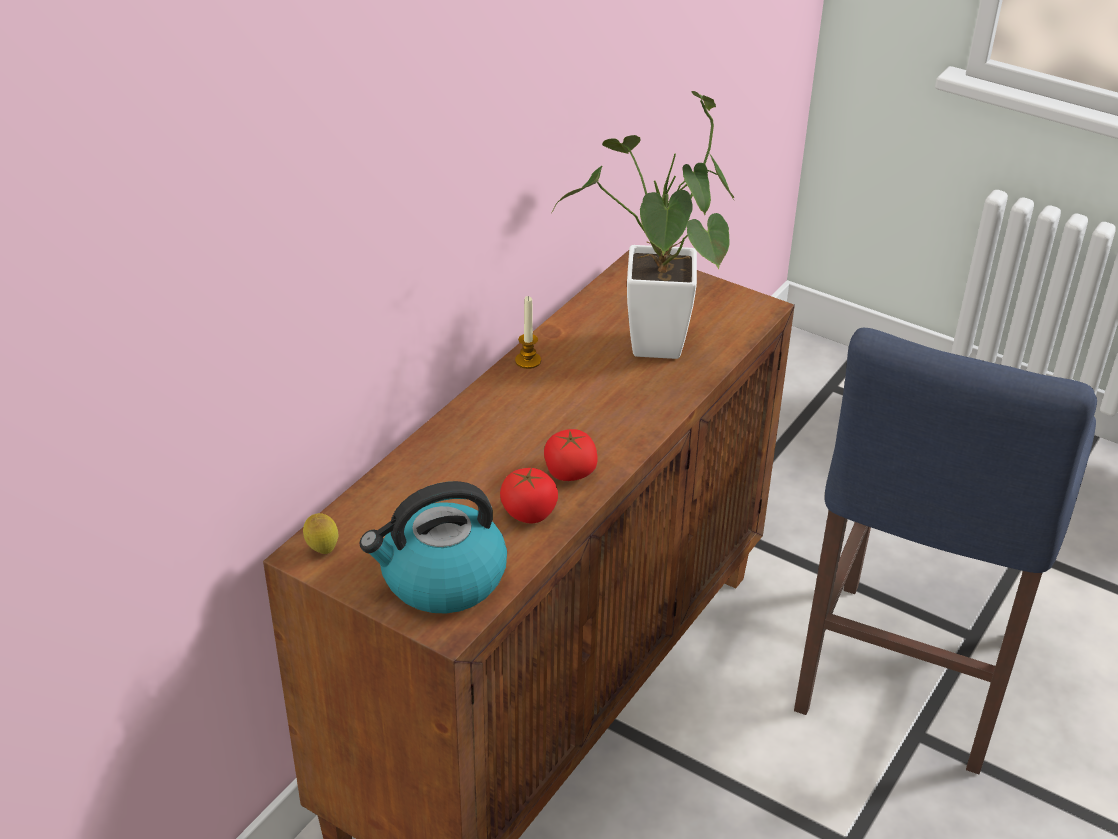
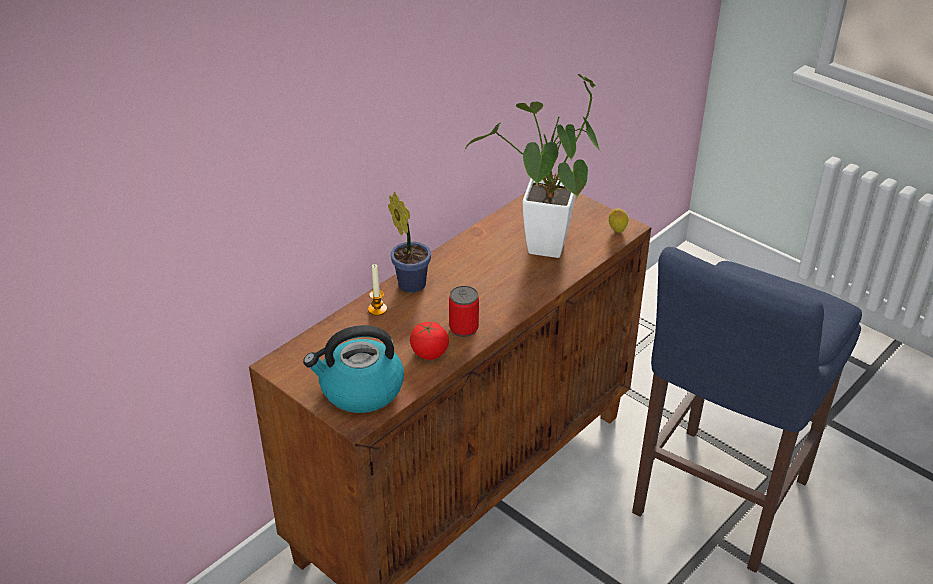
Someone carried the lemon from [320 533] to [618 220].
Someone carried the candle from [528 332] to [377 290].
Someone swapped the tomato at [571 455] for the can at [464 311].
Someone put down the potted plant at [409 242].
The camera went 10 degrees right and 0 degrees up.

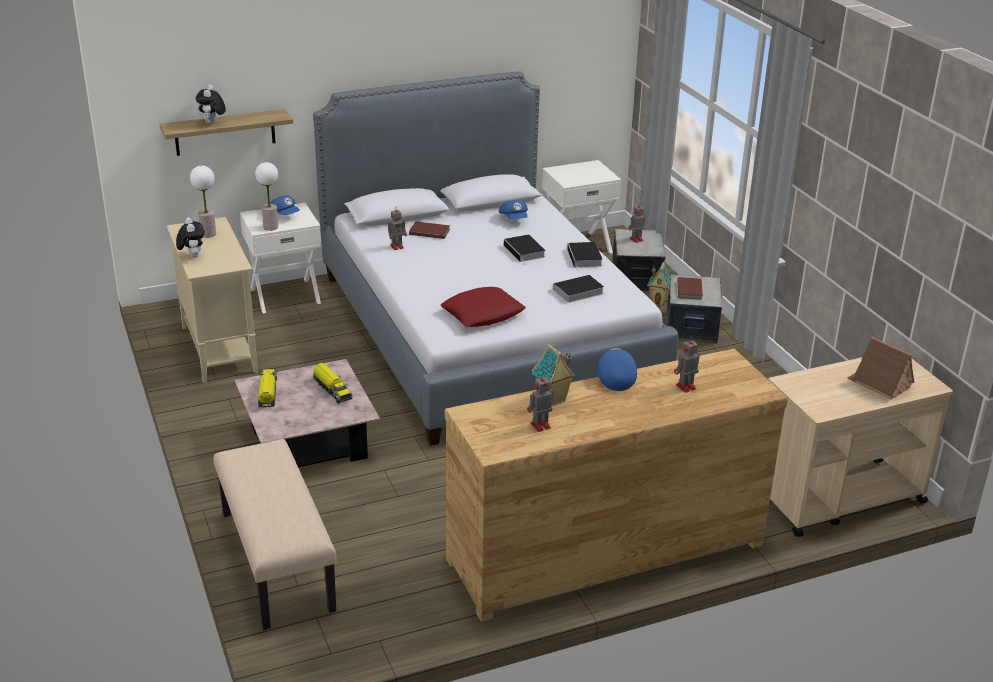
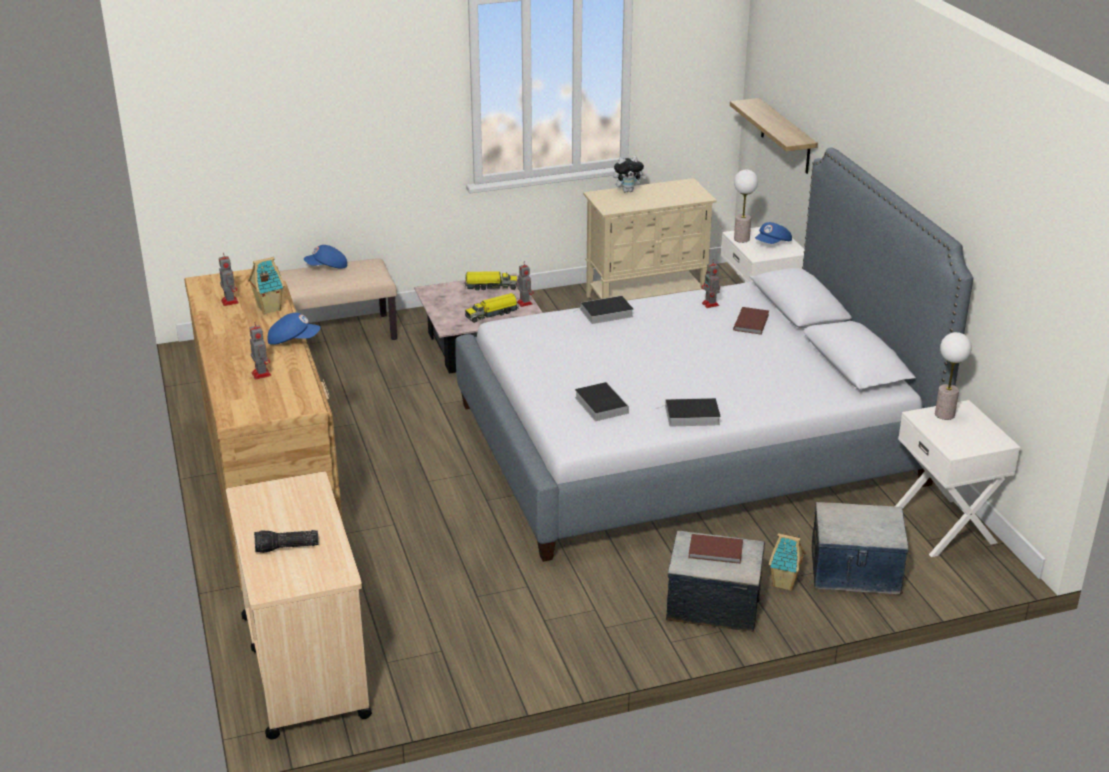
Someone carried the table lamp from [203 202] to [953 376].
Someone took away the plush toy at [211 104].
Someone took away the red pillow at [483 307].
Someone carried the blue cap from [513 209] to [325 257].
Someone carried the book from [525 249] to [603 310].
Someone carried the toy robot from [637 223] to [525 284].
Someone swapped the toy house at [881 368] for the flashlight at [286 541].
The camera went 95 degrees right and 0 degrees up.

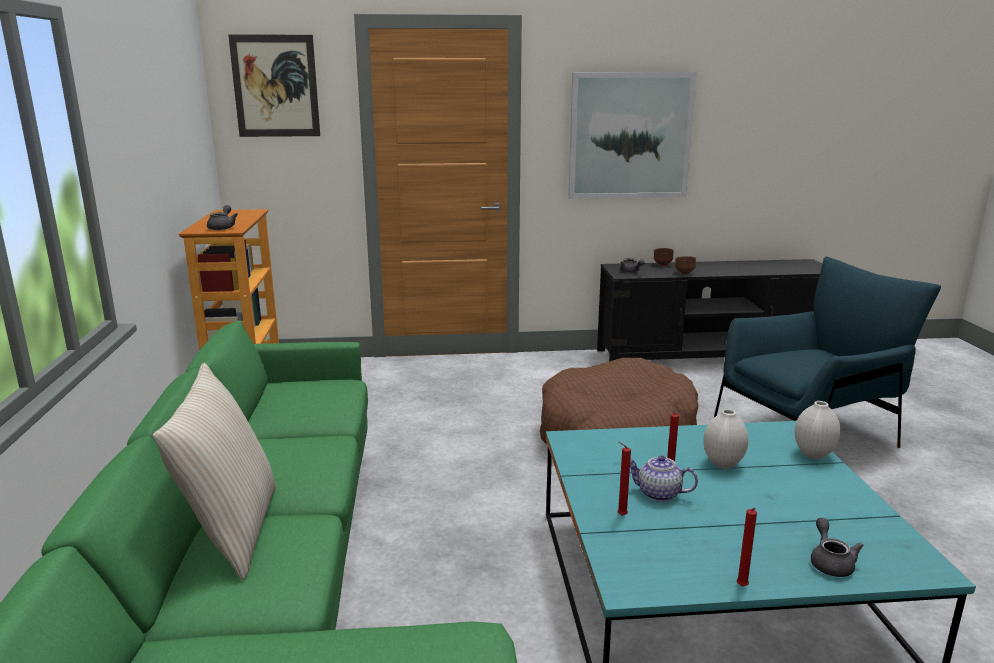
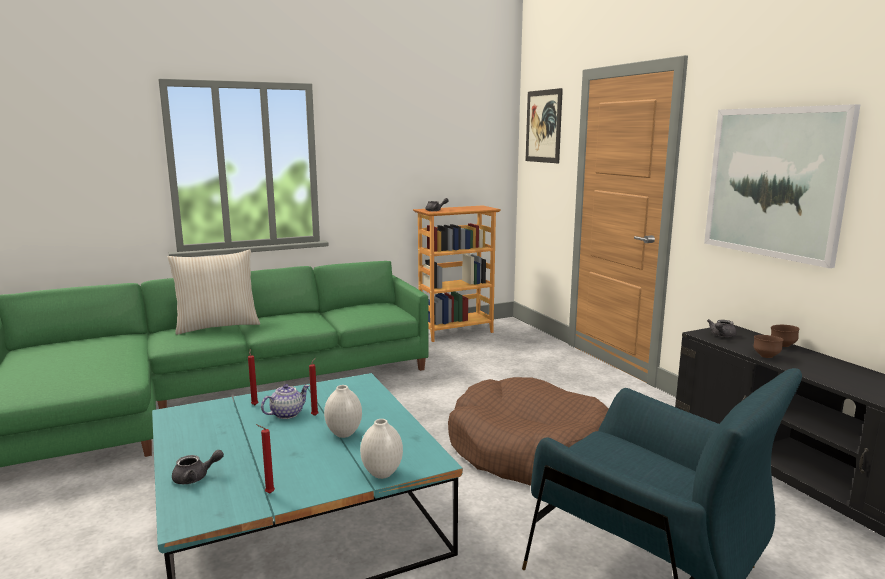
Someone rotated the teapot at [664 478] by 45 degrees clockwise.
Someone carried the red candle from [747 547] to [265 458].
The camera went 70 degrees right and 5 degrees down.

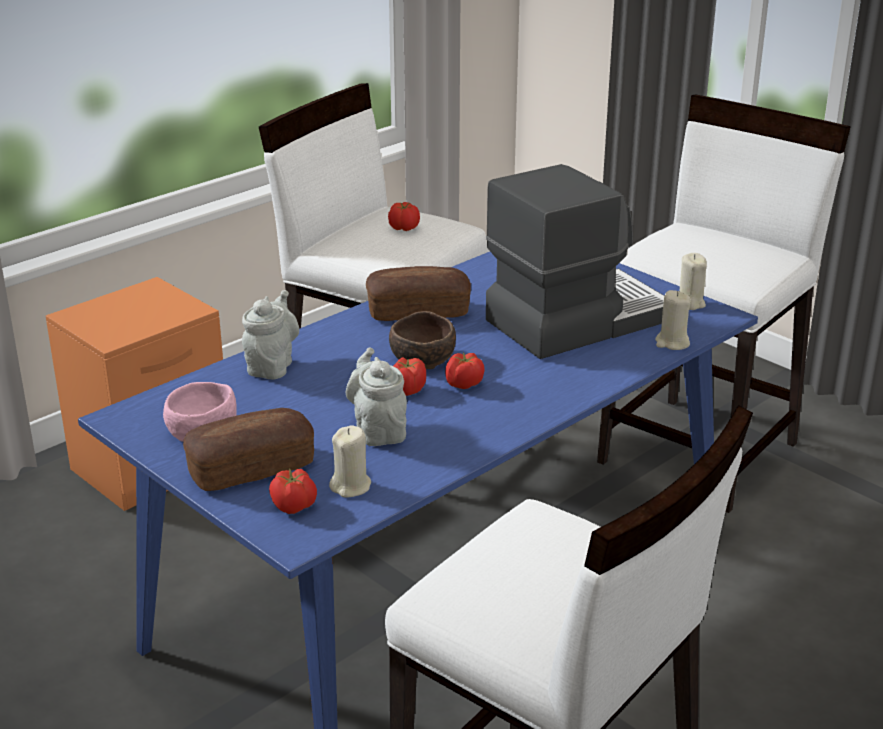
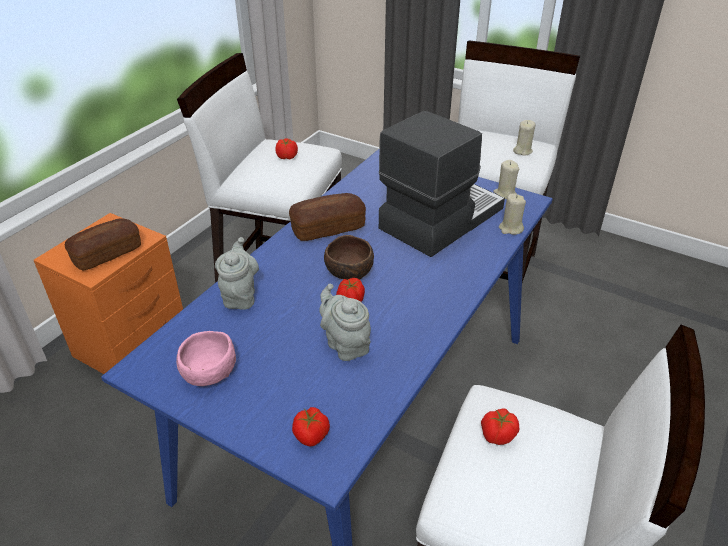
Someone carried the bread from [248 449] to [103 244].
Someone carried the beige candle from [350 461] to [524 138].
Someone carried the tomato from [465 371] to [500 427].
The camera went 15 degrees left and 10 degrees up.

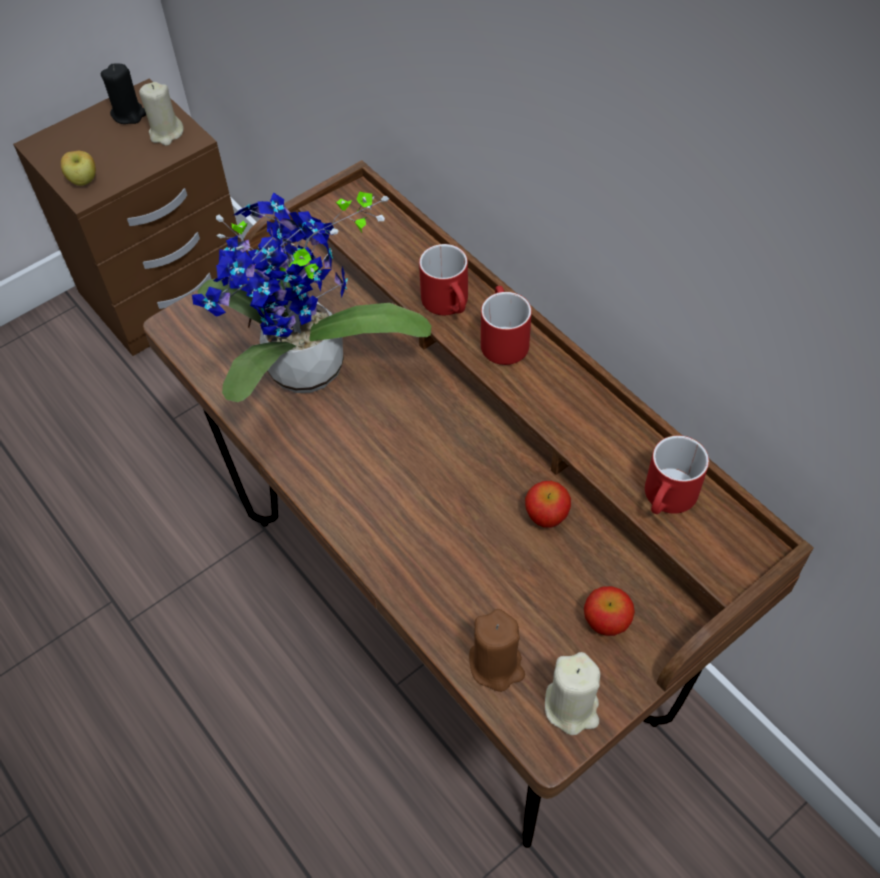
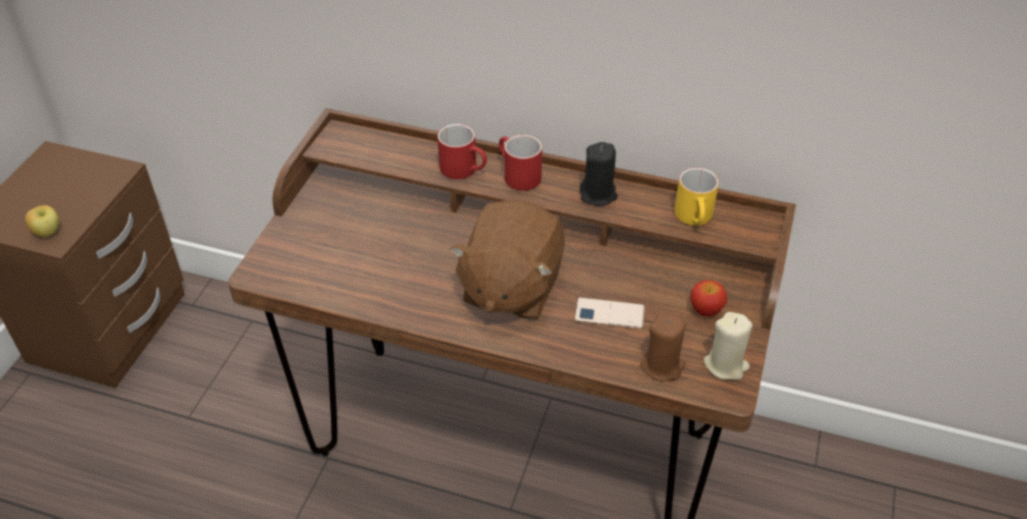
Someone carried the black candle from [123 94] to [599 174].
Someone took away the beige candle at [161 114].
Someone took away the potted plant at [311 296].
Someone took away the apple at [548 504].
Someone repainted the red mug at [677 474], which became the yellow mug at [696 197].
Someone put down the brown plush toy at [507 260].
Someone put down the phone at [609 313].
The camera went 35 degrees left and 10 degrees down.

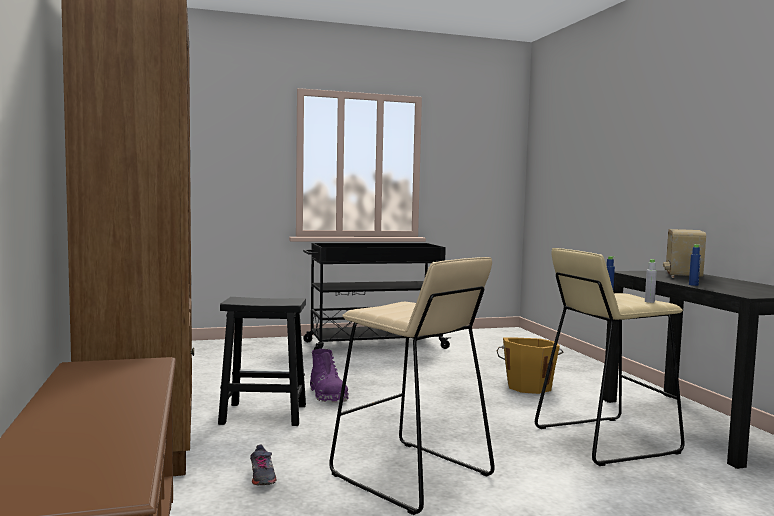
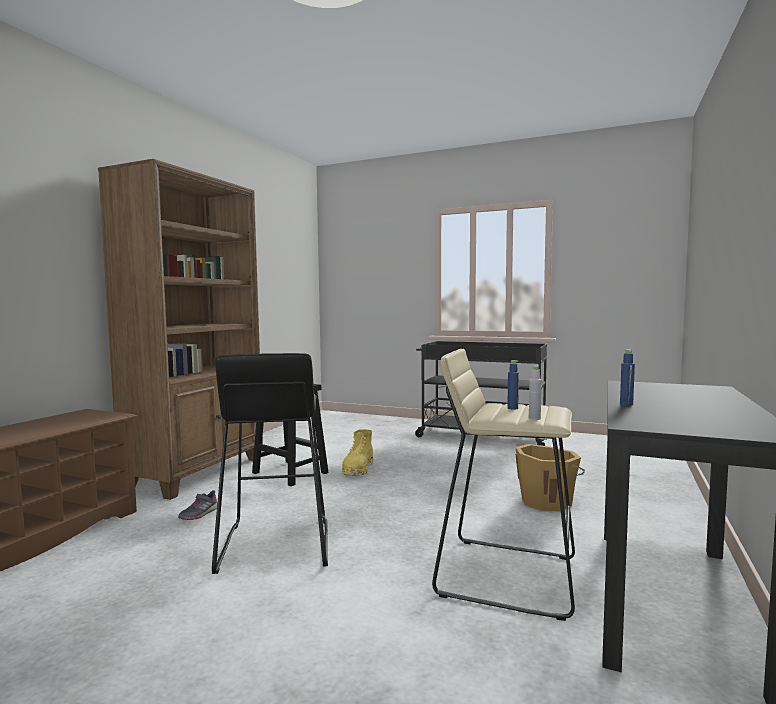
Someone repainted the purple boot at [329 376], which became the yellow boot at [357 452].
Someone repainted the beige stool at [412 386], which became the black stool at [270 463].
Someone took away the radio at [684 253].
The camera went 40 degrees right and 0 degrees up.

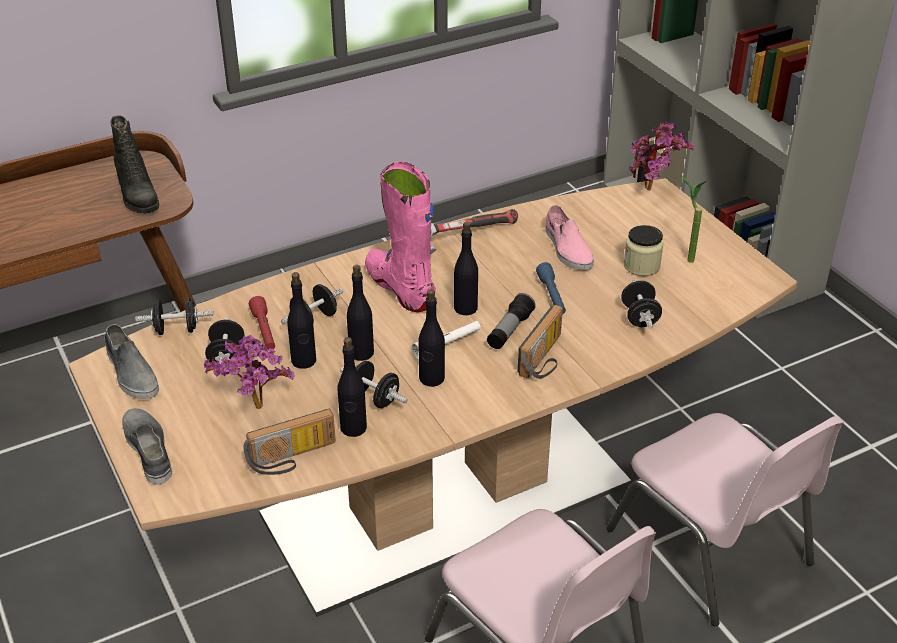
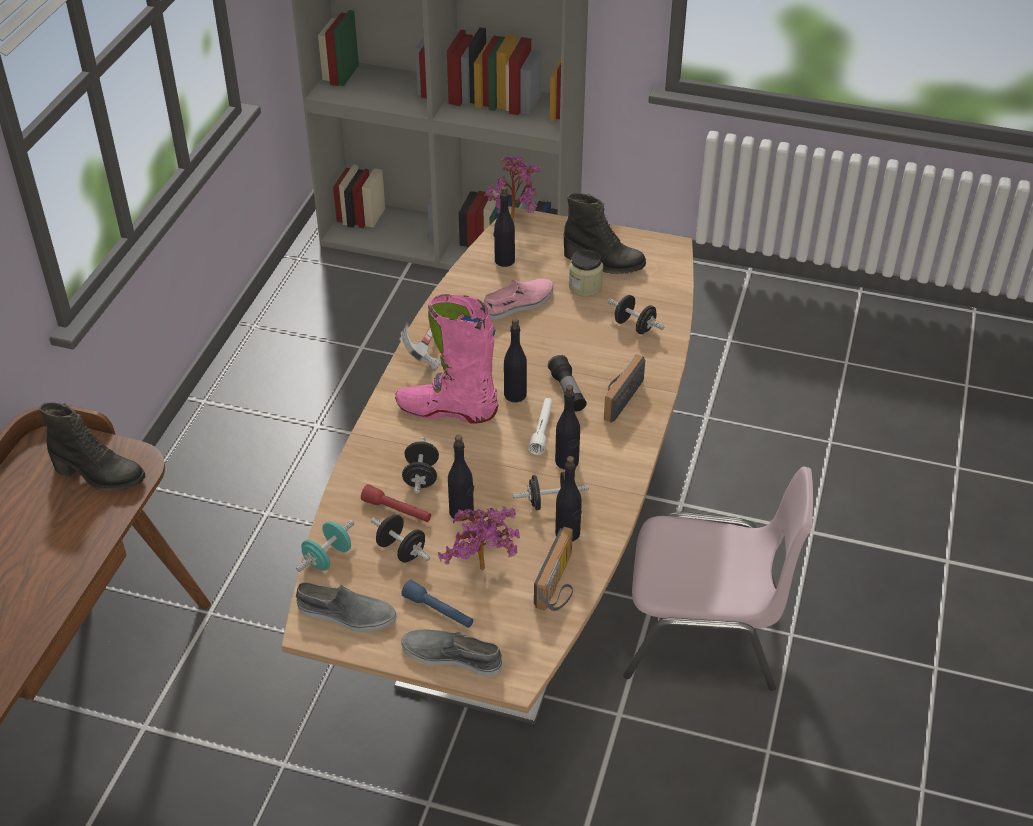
Someone repainted the black dumbbell at [174 316], which became the turquoise dumbbell at [325 546].
Someone carried the black bottle from [360 313] to [504 227].
Someone rotated the radio at [540 342] by 135 degrees counterclockwise.
Someone carried the blue flashlight from [551 288] to [437 604].
Someone rotated the pink shoe at [570 238] by 60 degrees counterclockwise.
Someone took away the pink chair at [725 519].
Someone swapped the potted plant at [693 219] for the black boot at [604 233].
The camera went 45 degrees left and 5 degrees up.

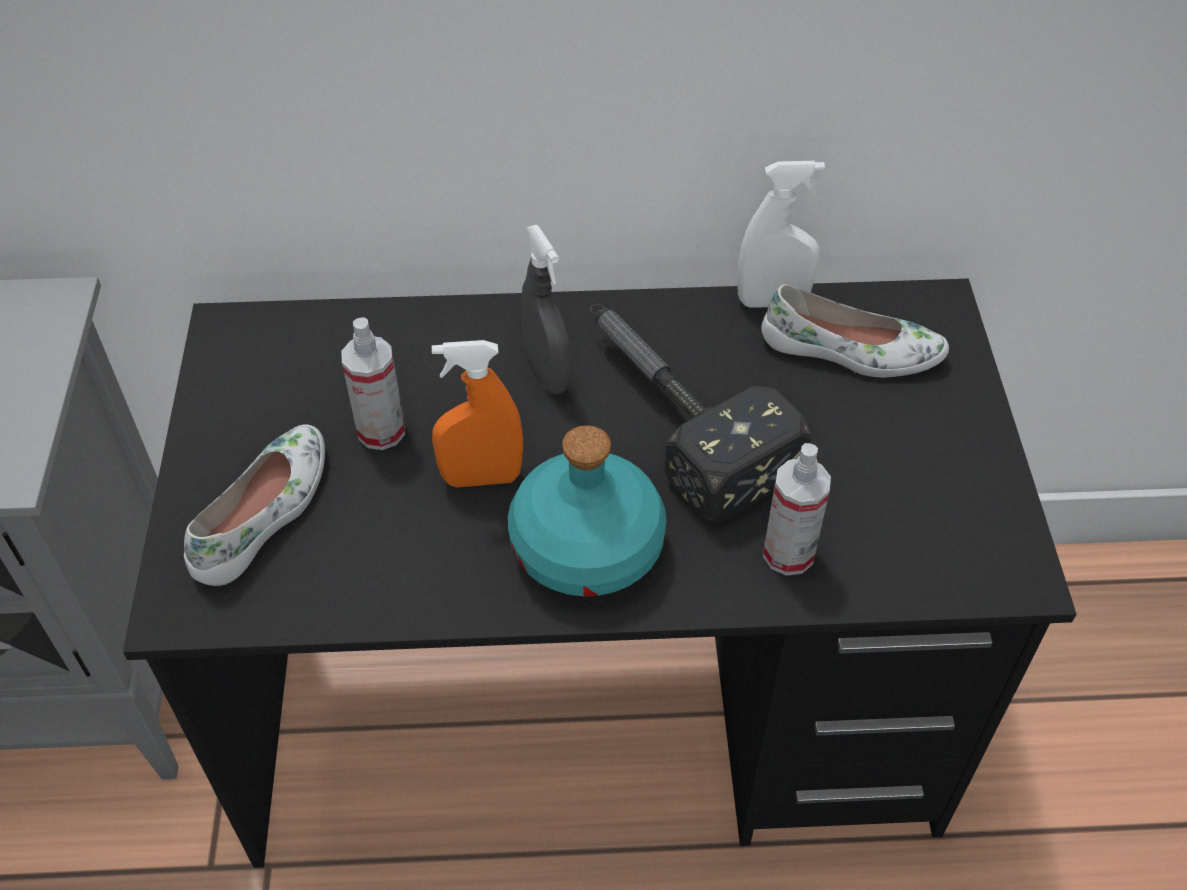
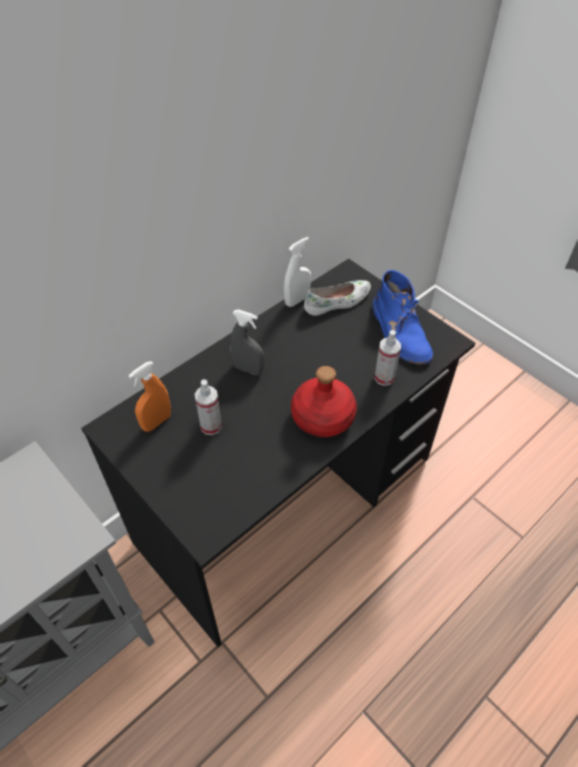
Someone took away the white shoe at [254 505].
Someone carried the orange spray bottle from [477 414] to [149 396].
Someone repainted the turquoise bottle at [587 511], which became the red bottle at [324 401].
Someone took away the hammer at [701 413].
Someone put down the blue boot at [402 317].
The camera went 40 degrees left and 0 degrees up.

